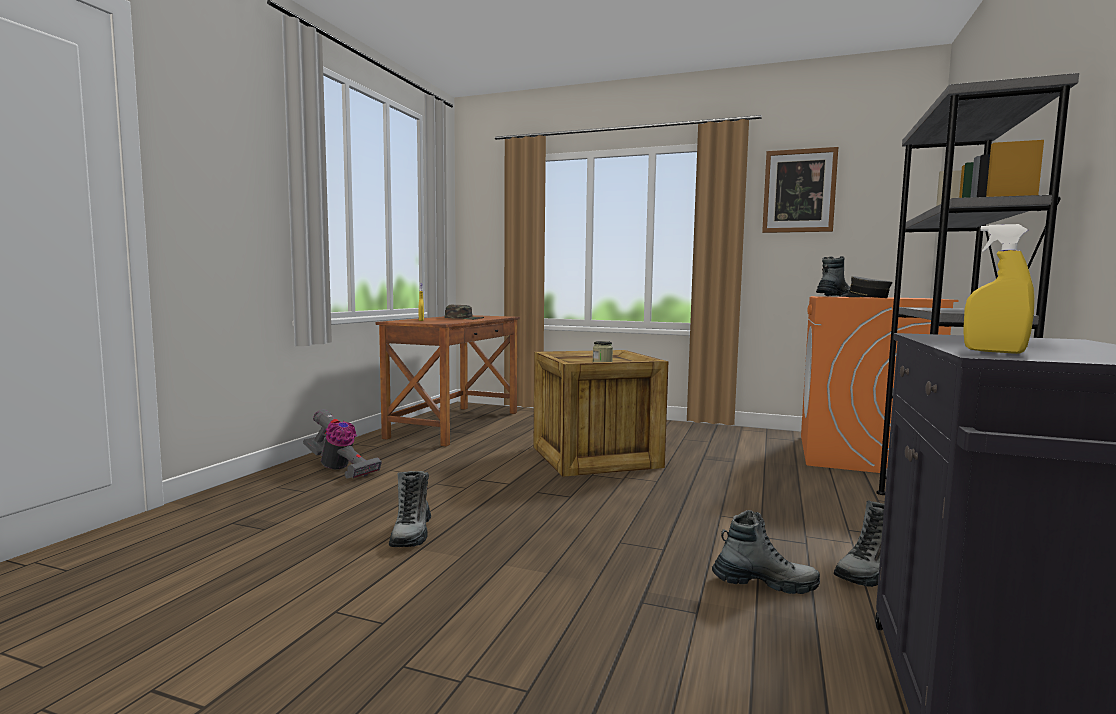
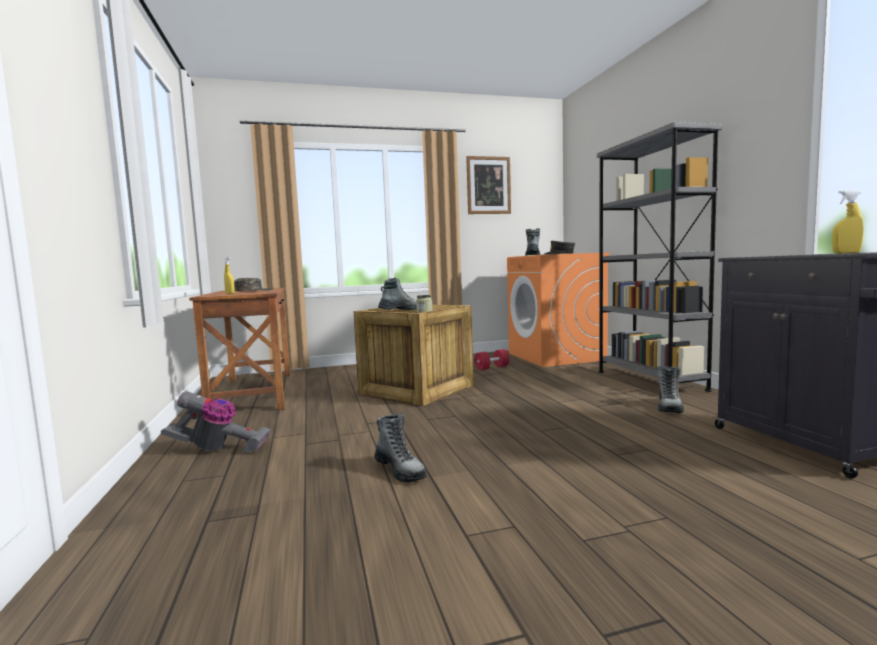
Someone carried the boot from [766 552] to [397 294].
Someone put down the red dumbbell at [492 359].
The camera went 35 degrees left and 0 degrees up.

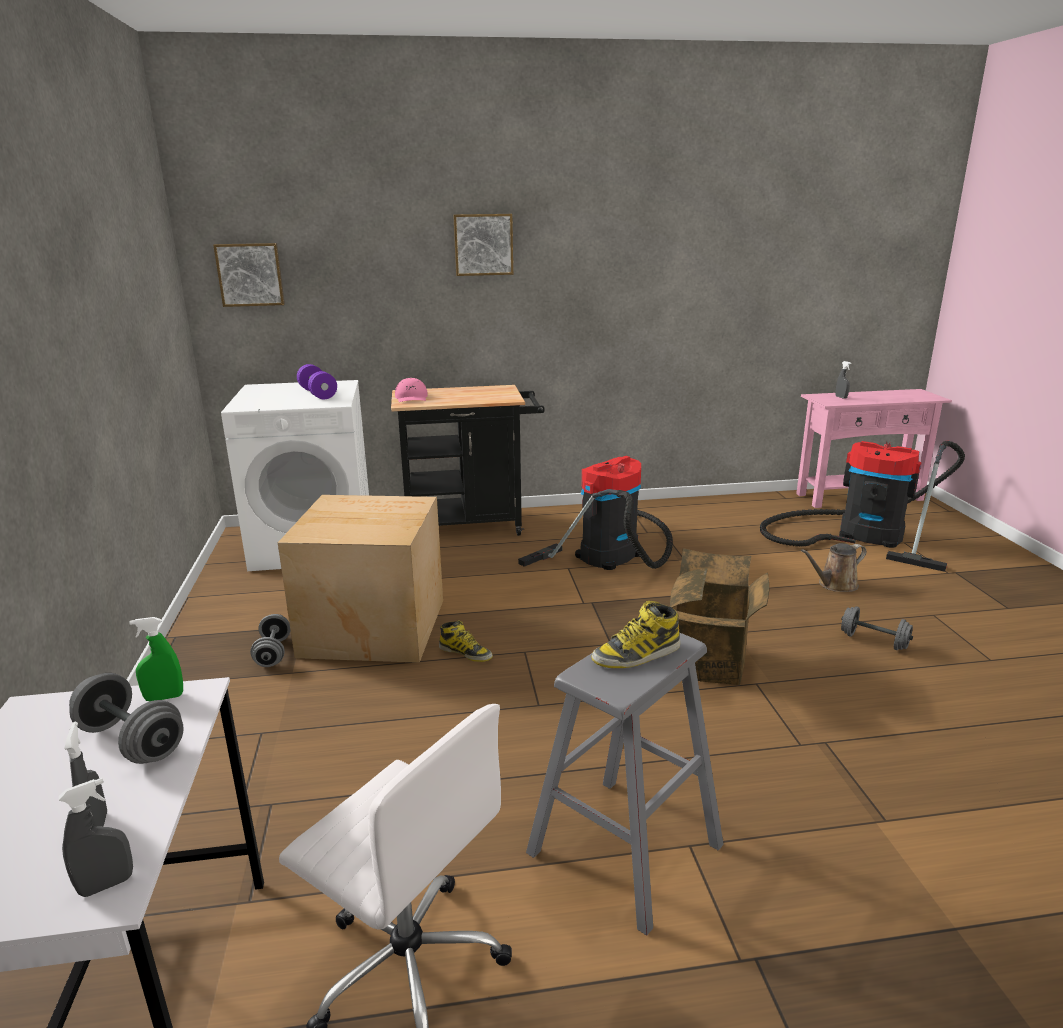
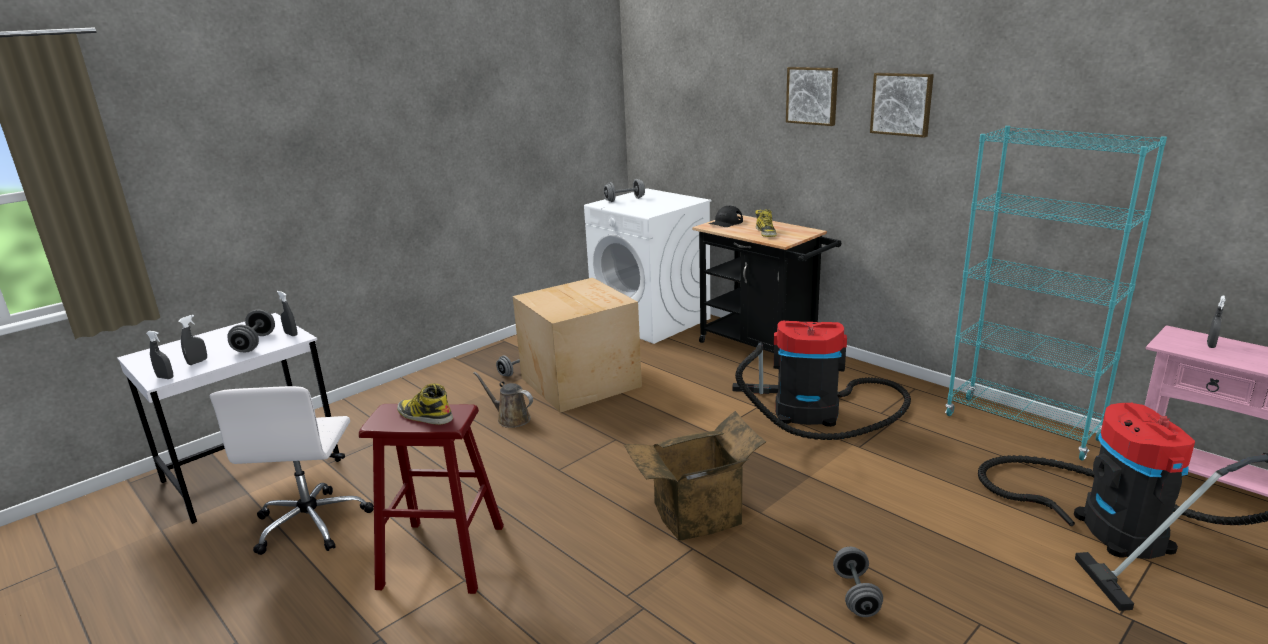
Someone repainted the green spray bottle at [156 659], which became the grey spray bottle at [287 313].
Someone carried the picture from [249 275] to [902 105].
Someone took away the purple dumbbell at [317 381].
Someone repainted the pink cap at [411 390], which became the black cap at [726 216].
Someone carried the boot from [466 641] to [766 223].
Someone repainted the grey stool at [625 784], which became the red stool at [431 499].
Someone carried the brown watering can from [833 567] to [503 400].
Someone put down the grey dumbbell at [624 190].
Someone put down the turquoise bookcase at [1056 293].
The camera went 55 degrees right and 0 degrees up.

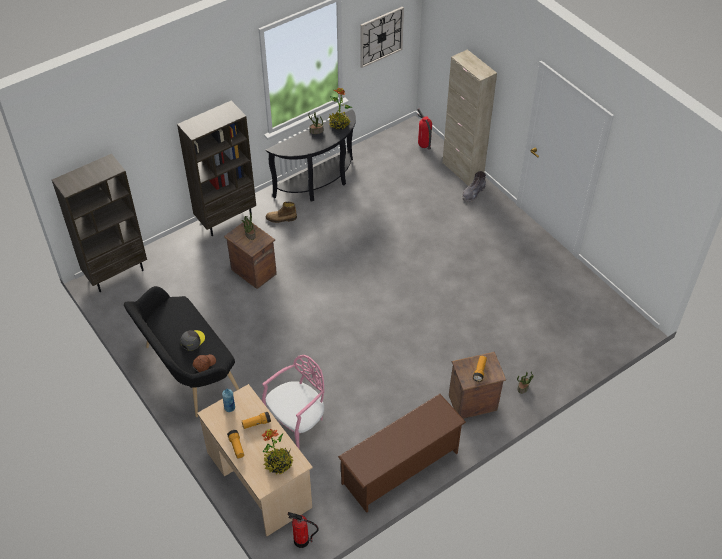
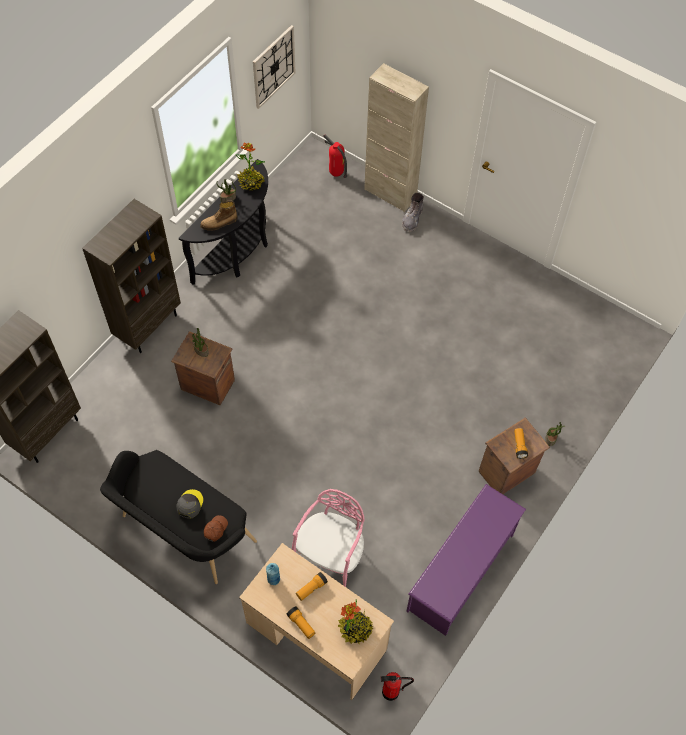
Someone carried the boot from [281 212] to [219 216].
Someone repainted the brown shoe rack at [402 453], which became the purple shoe rack at [466 560].
The camera went 20 degrees left and 10 degrees up.

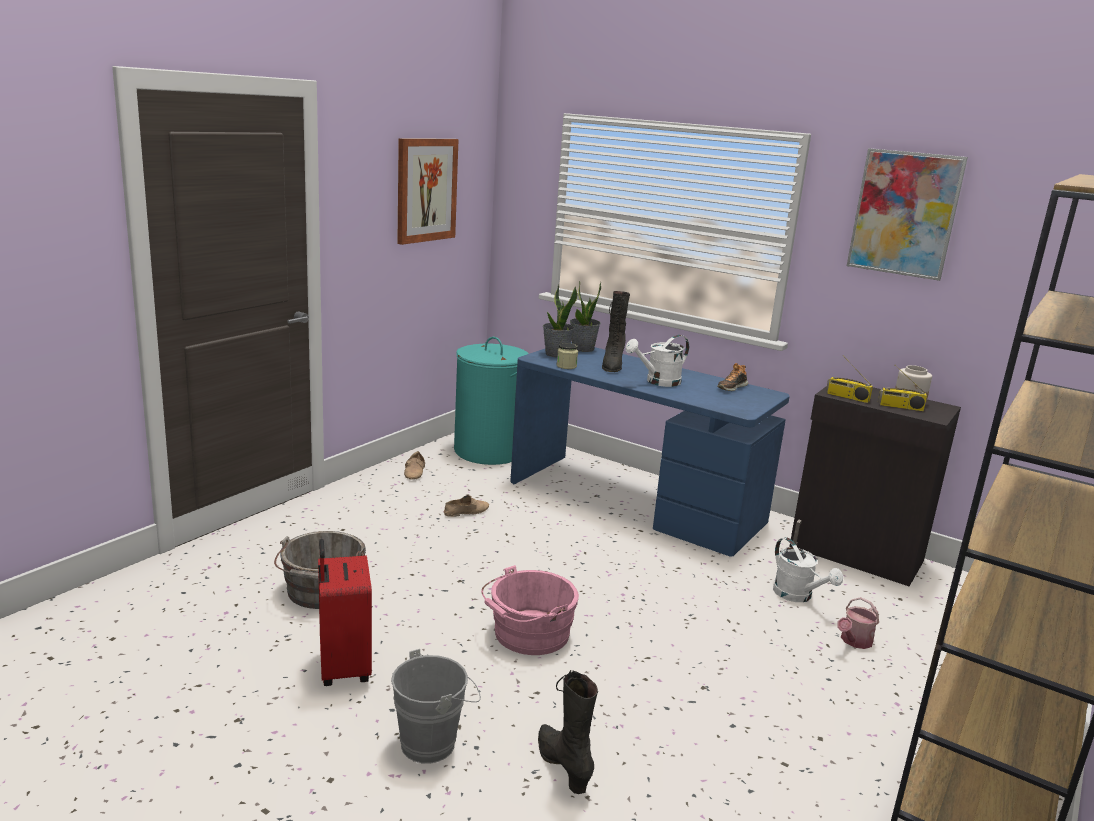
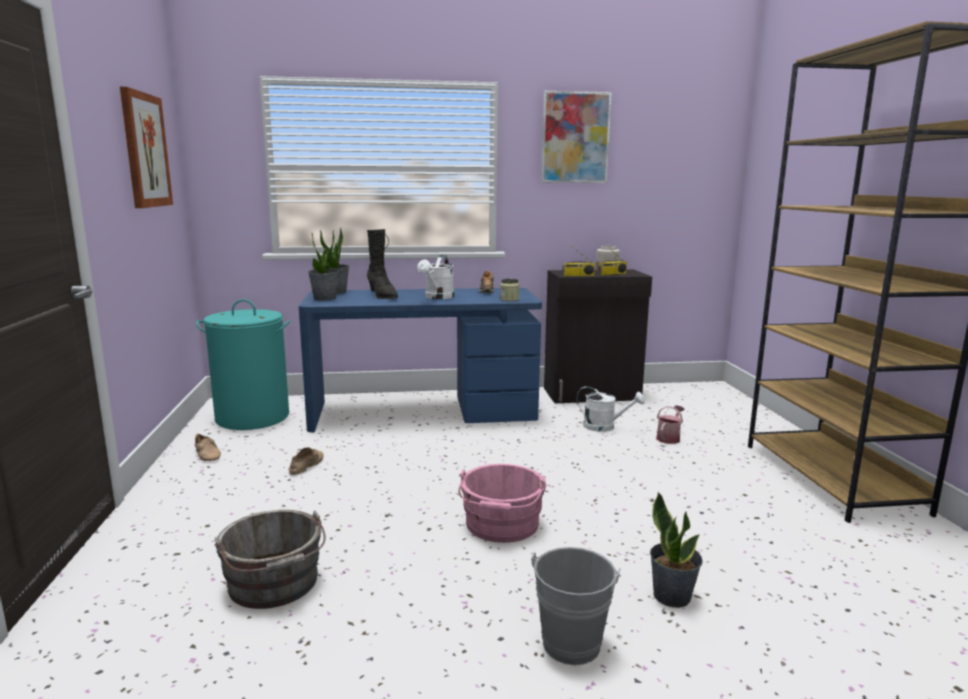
Someone took away the red suitcase at [345 612].
Someone swapped the black boot at [568 732] for the potted plant at [676 550].
Someone carried the jar from [567 356] to [509 289].
Someone rotated the watering can at [858 623] by 150 degrees counterclockwise.
The camera went 40 degrees left and 5 degrees down.

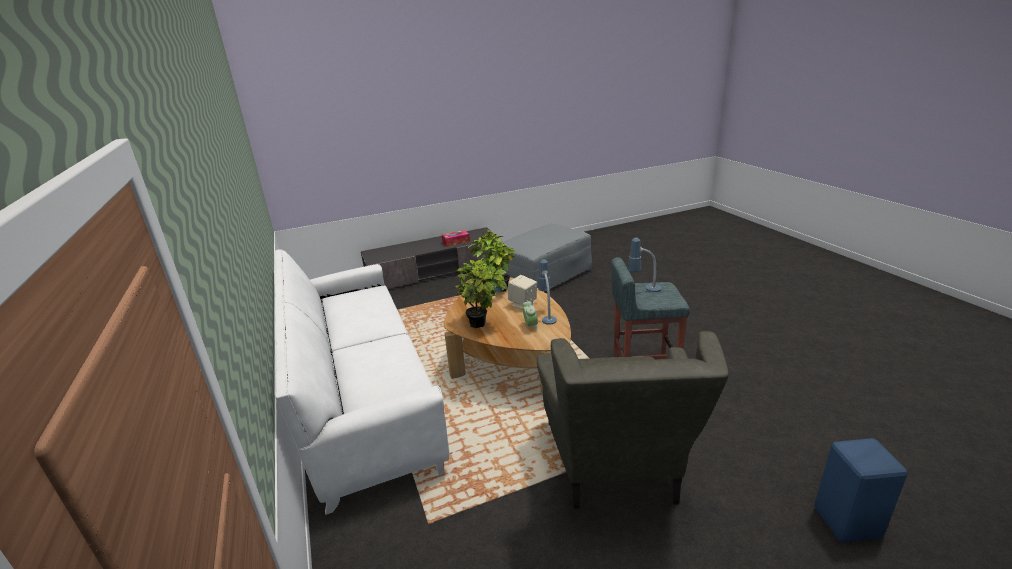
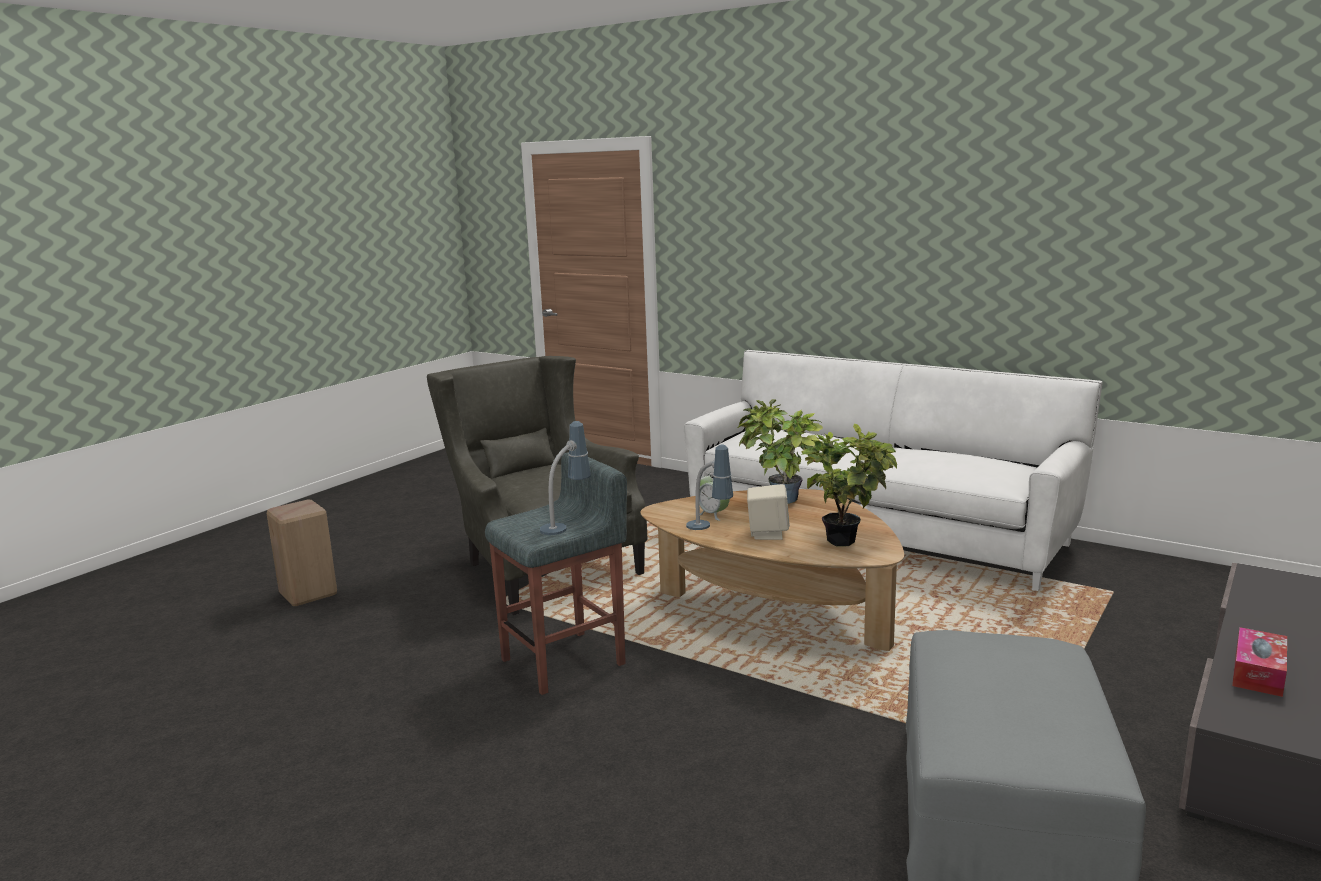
Someone repainted the blue stool at [861 490], which became the beige stool at [302 552].
The camera went 145 degrees right and 10 degrees down.

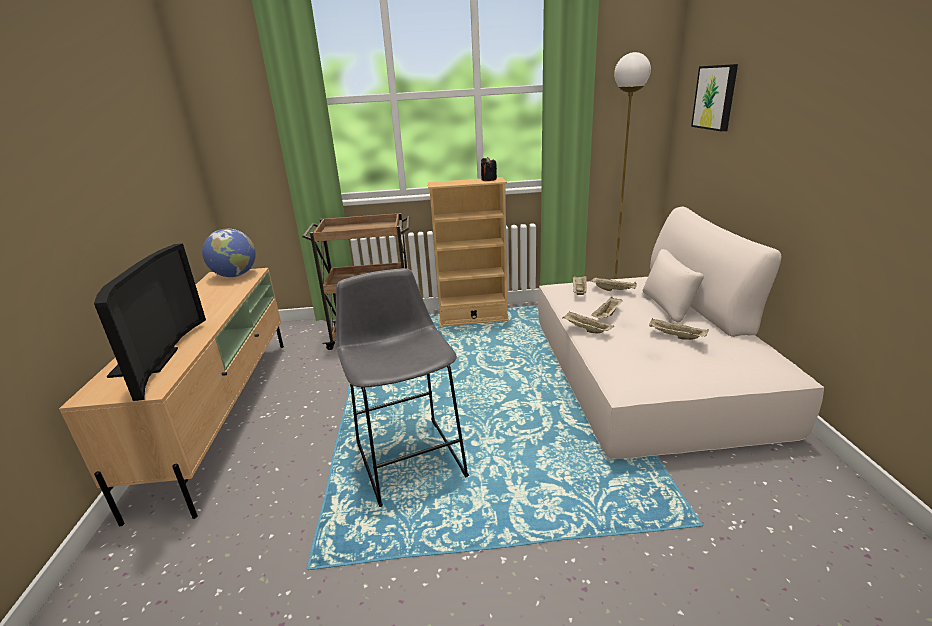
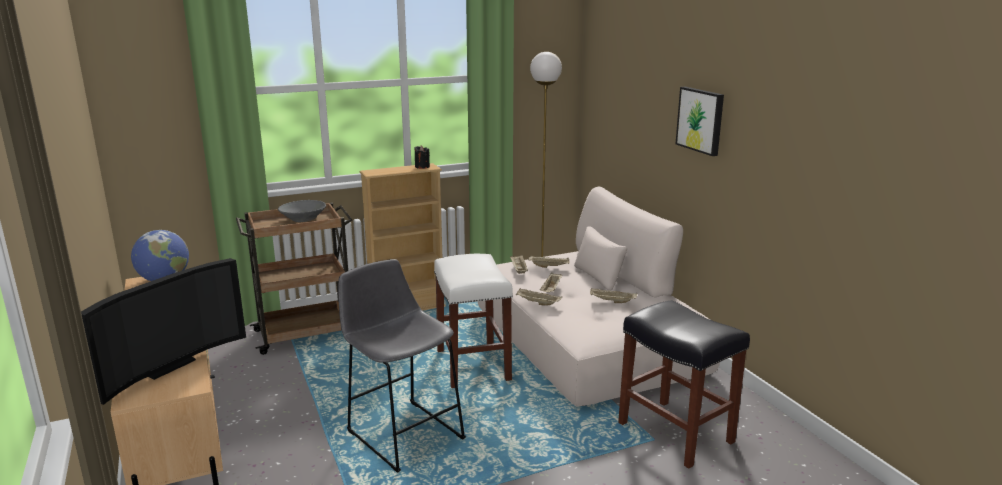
Someone rotated the television at [150 322] by 60 degrees clockwise.
Someone carried the picture from [714 97] to [700 121].
Someone put down the grey bowl at [302 211].
Someone put down the white stool at [473 321].
Someone put down the black stool at [684 384].
The camera went 20 degrees left and 5 degrees down.

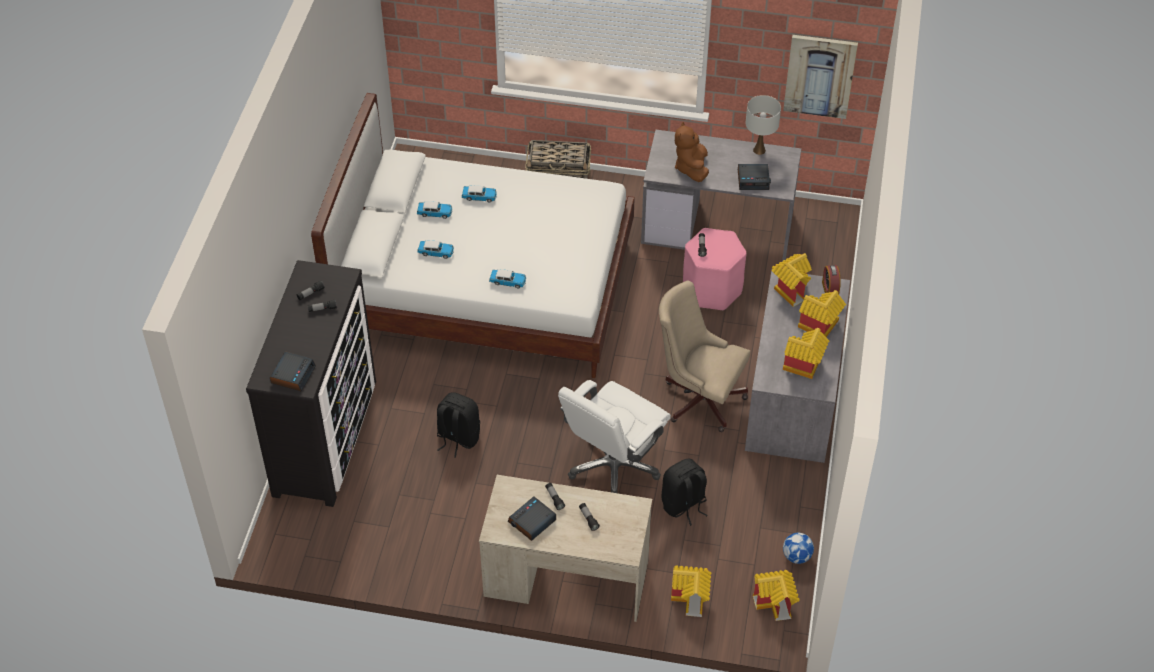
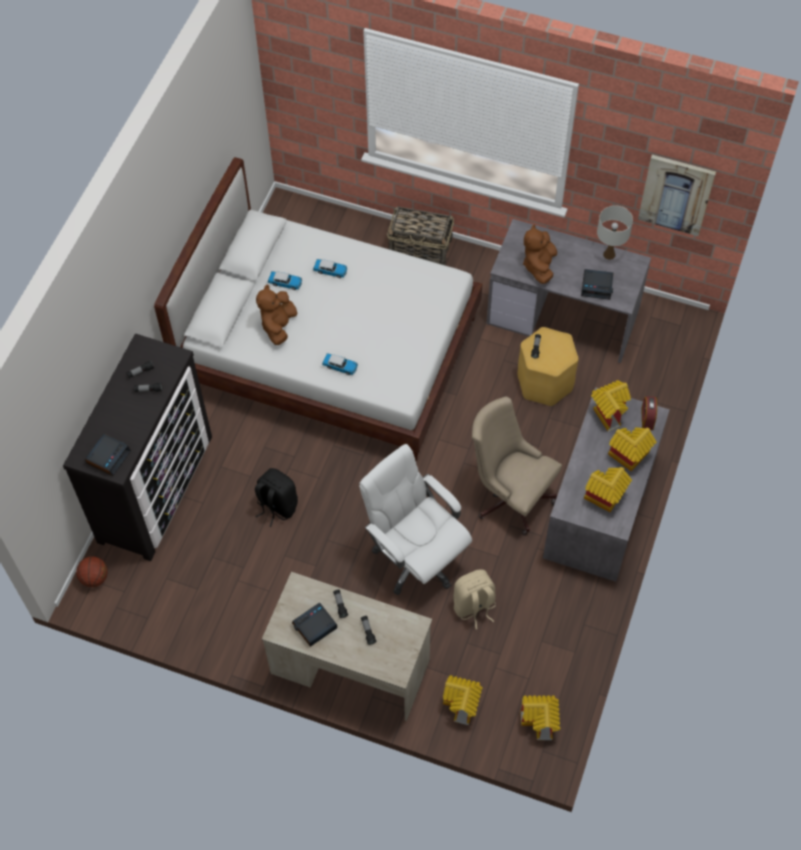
Someone swapped the toy car at [435 249] for the brown plush toy at [276 315].
Someone rotated the white office chair at [614 436] by 90 degrees clockwise.
Someone repainted the black backpack at [685 492], which became the beige backpack at [474 599].
Someone repainted the pink stool at [715 269], which became the yellow stool at [548 366].
Someone took away the football at [798 548].
Someone put down the basketball at [92 571].
The camera went 10 degrees right and 10 degrees up.

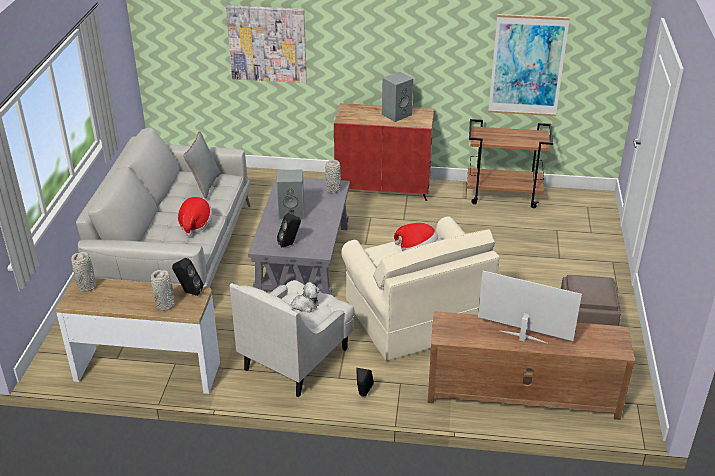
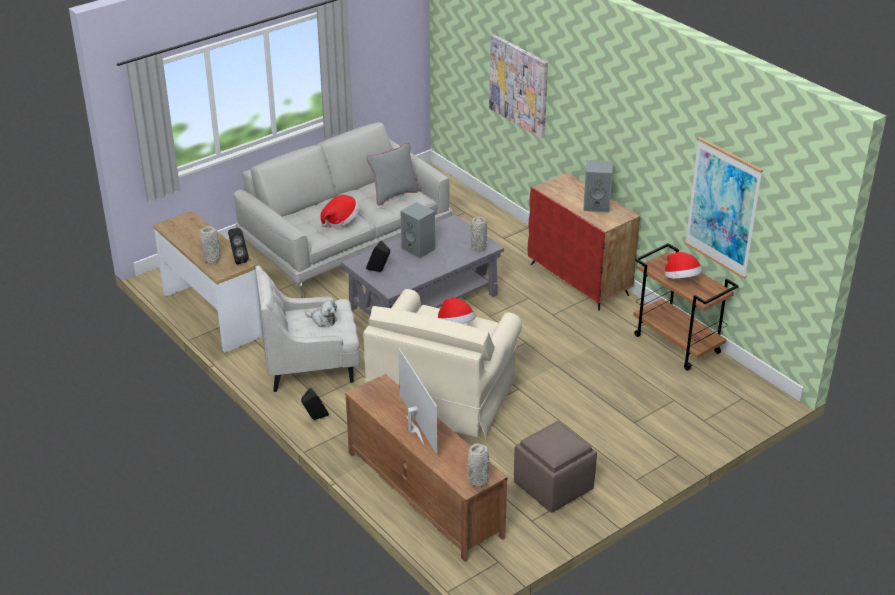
Someone carried the grey vase from [83 272] to [479 465].
Someone put down the hat at [683 265].
The camera went 45 degrees right and 0 degrees up.

